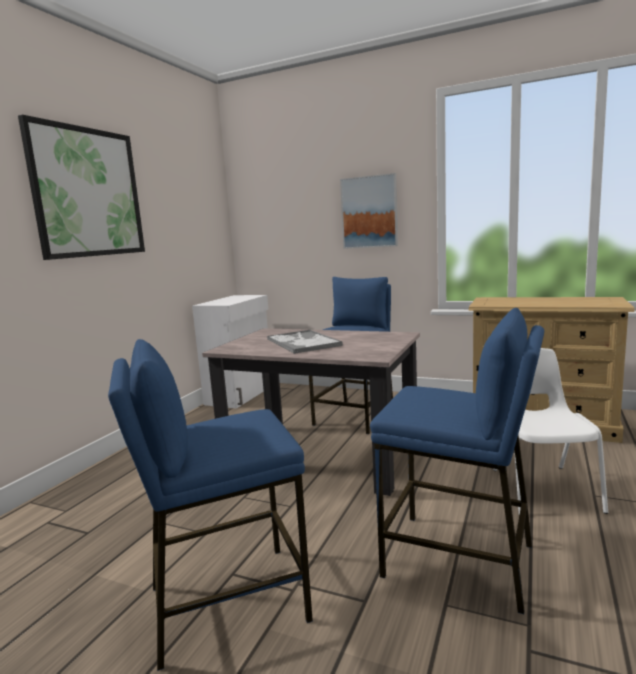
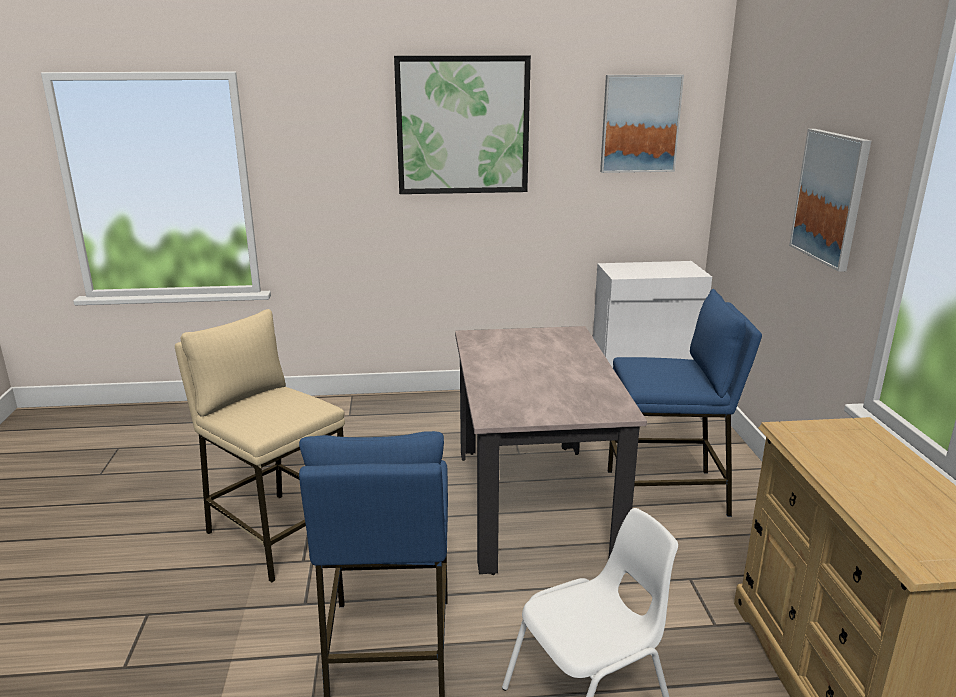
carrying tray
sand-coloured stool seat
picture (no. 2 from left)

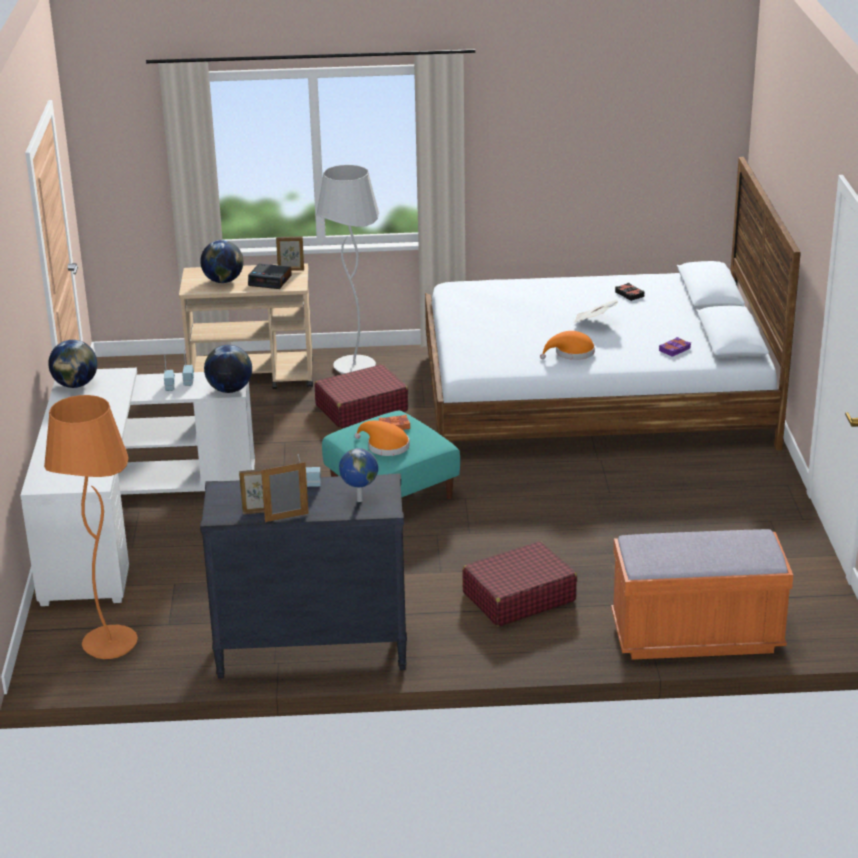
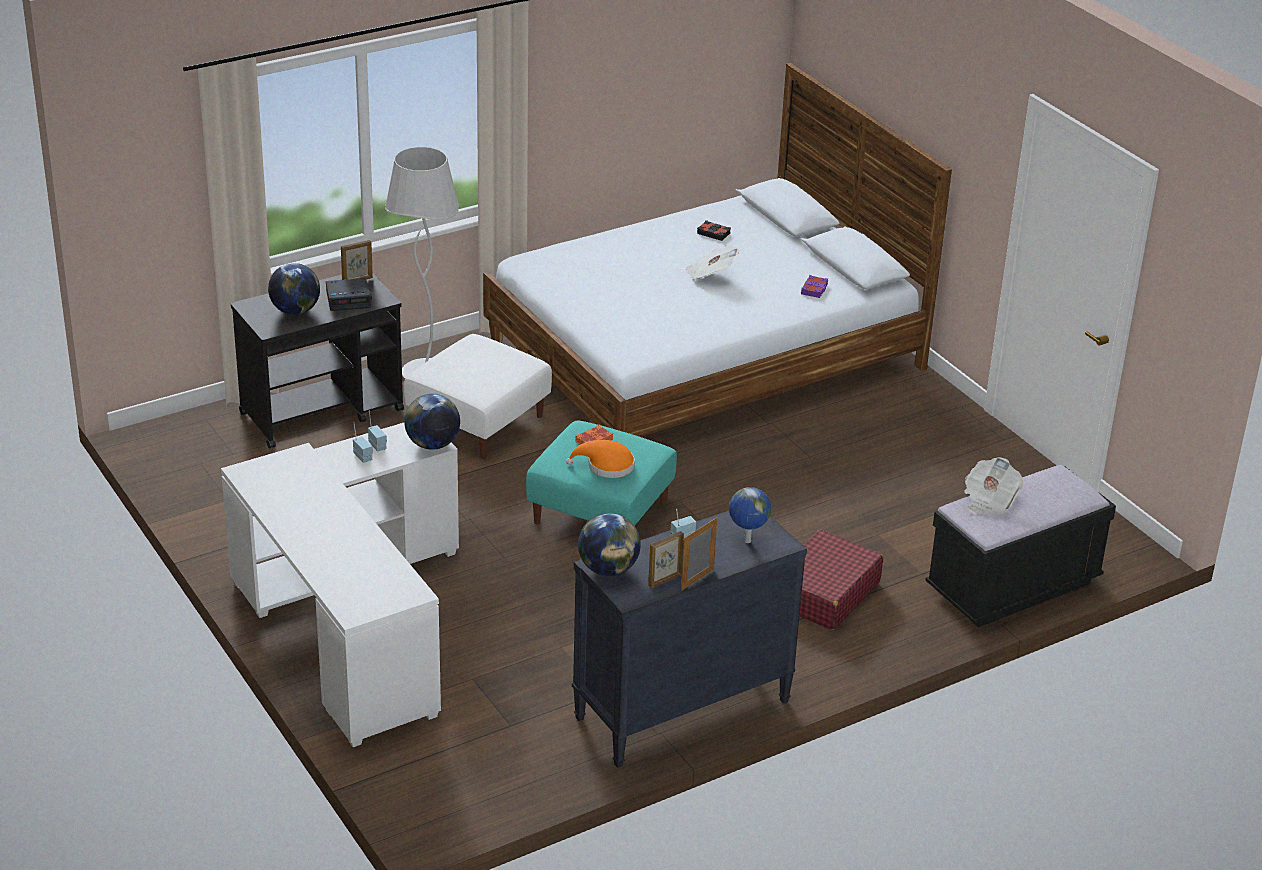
blackish trolley
orange-coloured clothing hat (no. 2 from left in the first image)
desk globe (no. 3 from left)
white ottoman
orange-coloured standing lamp
blackish indoor bench
printed paper (no. 2 from left)

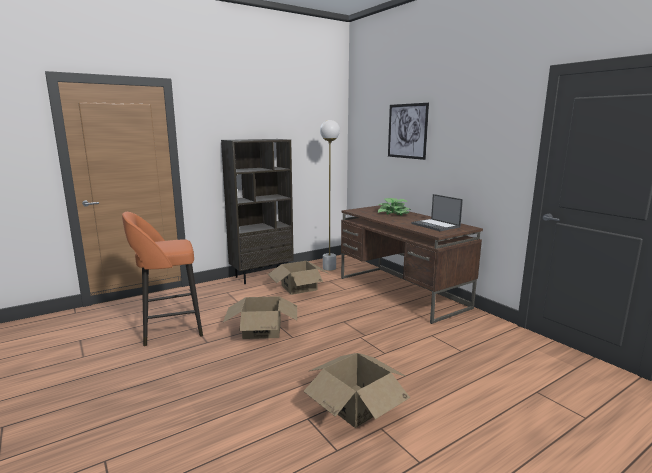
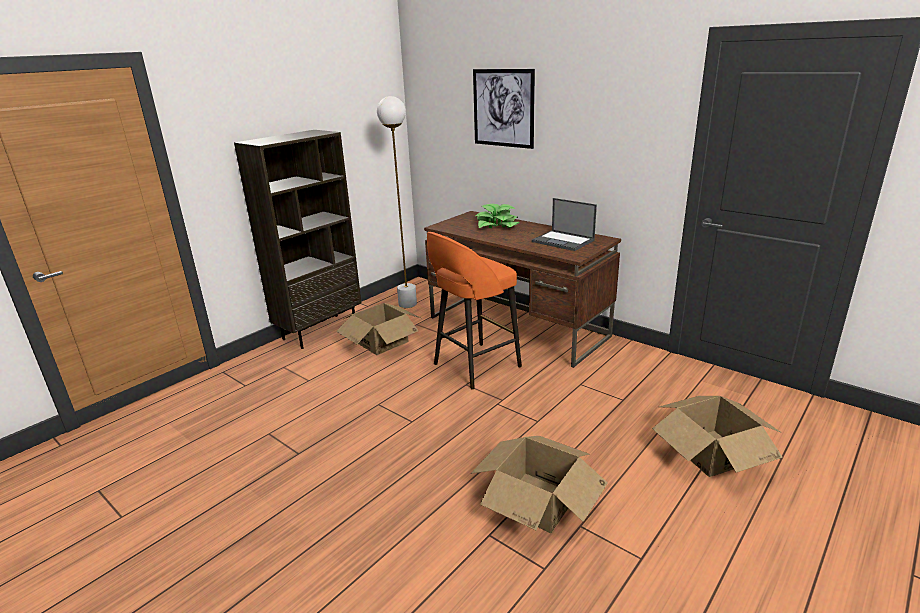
orange-coloured stool seat
packing box (no. 3 from left)

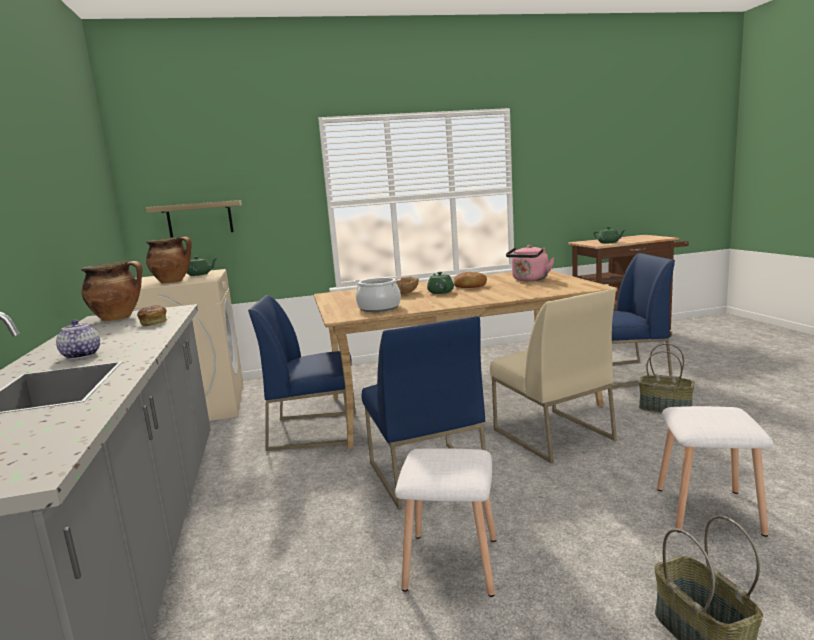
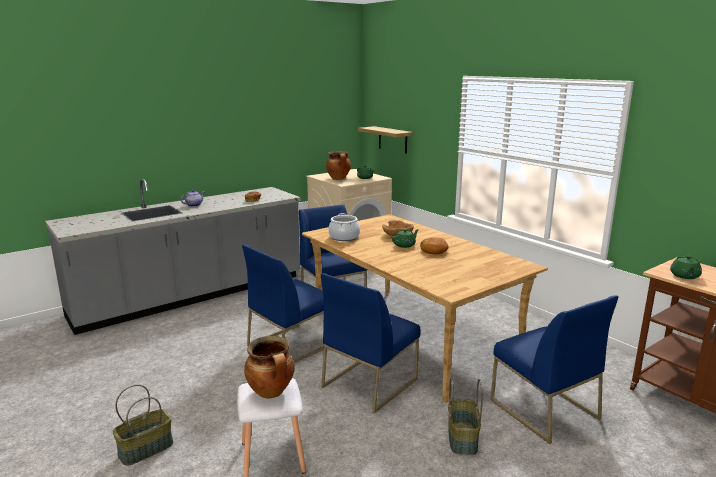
pinkish tea kettle
stockpot (no. 1 from left)
blue plain chair (no. 3 from left)
white stool seat (no. 1 from left in the first image)

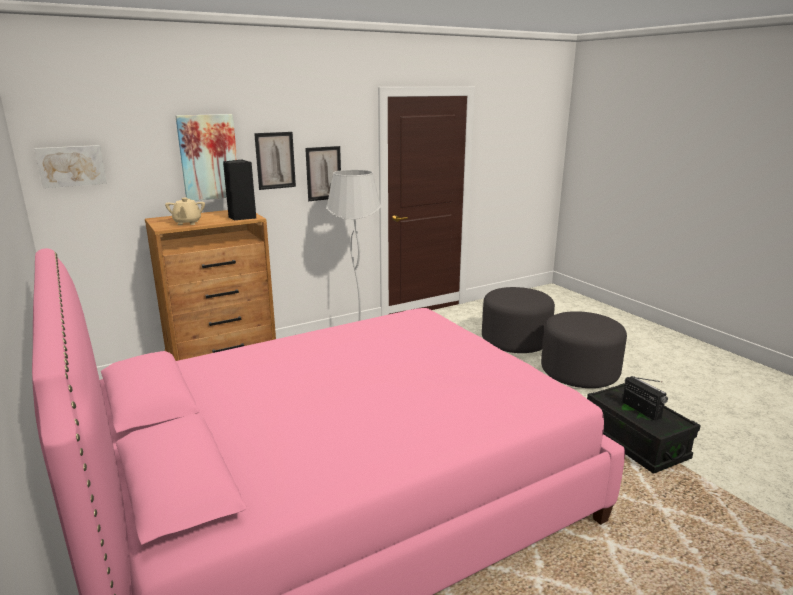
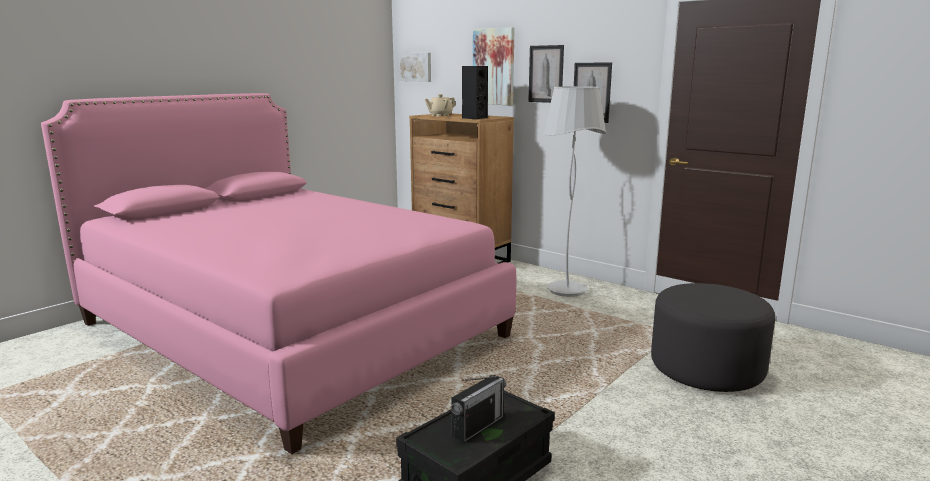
gray ottoman (no. 2 from left in the first image)

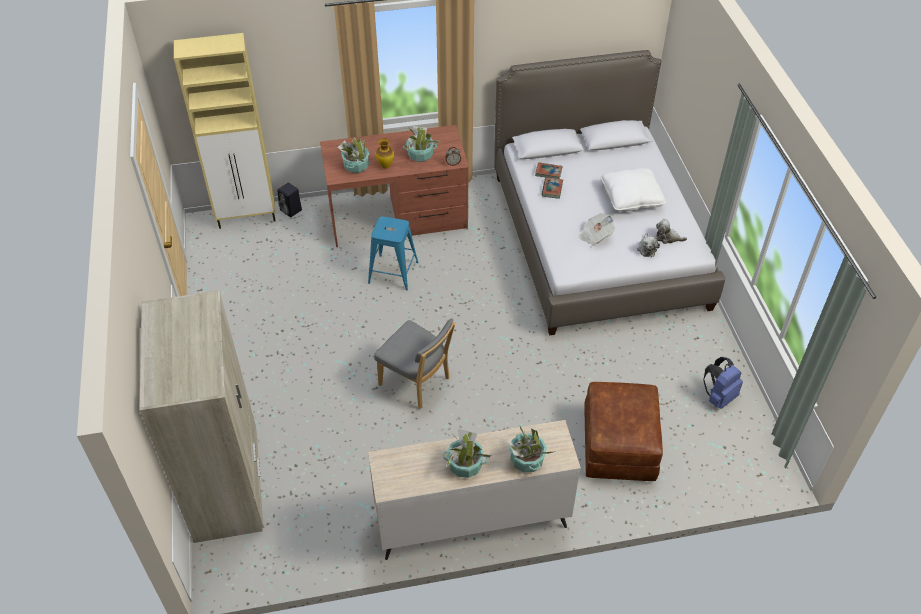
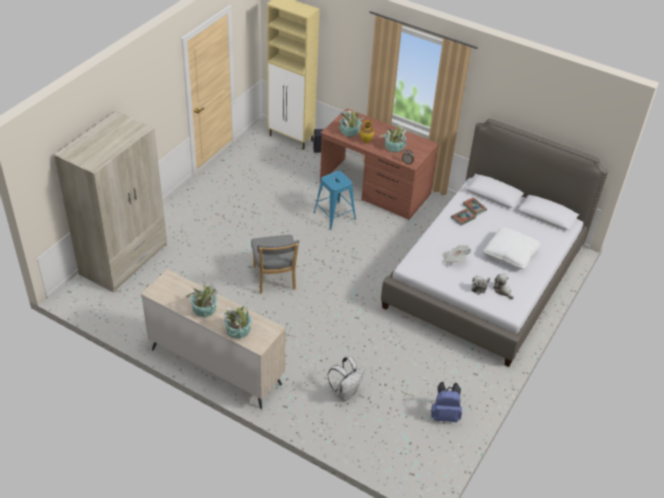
white knapsack

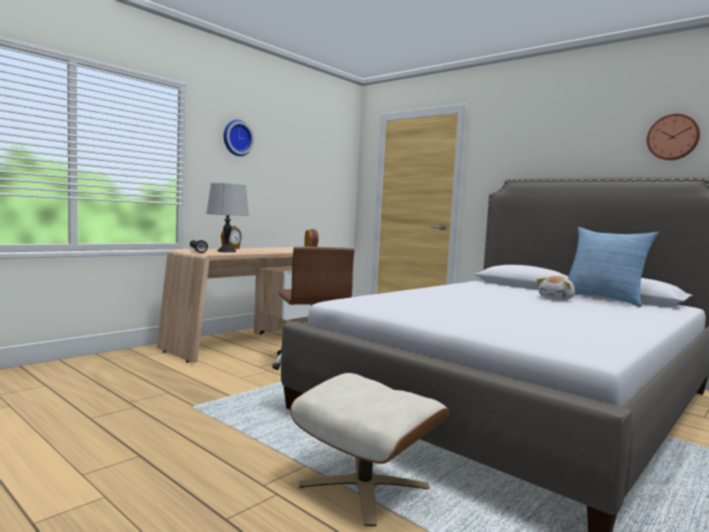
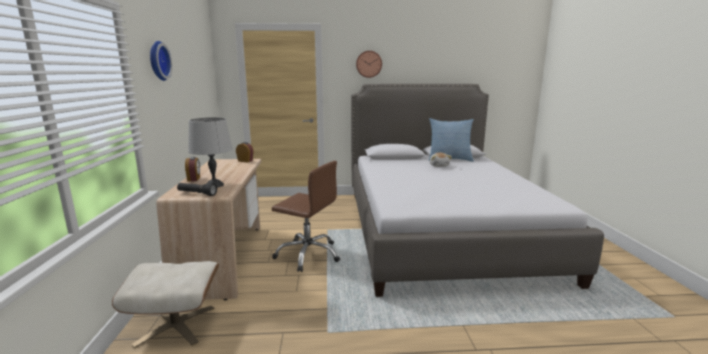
clock on the wall (no. 2 from left)
sand-coloured ottoman

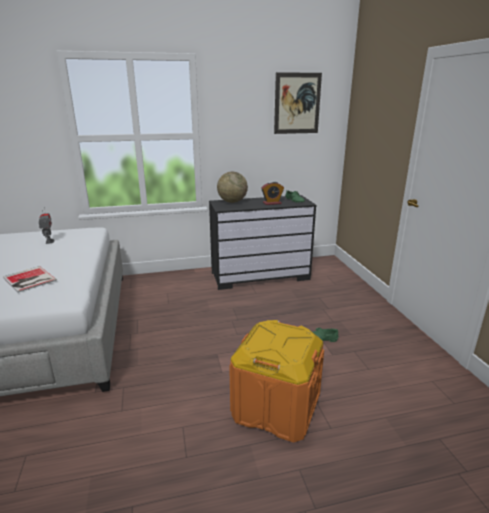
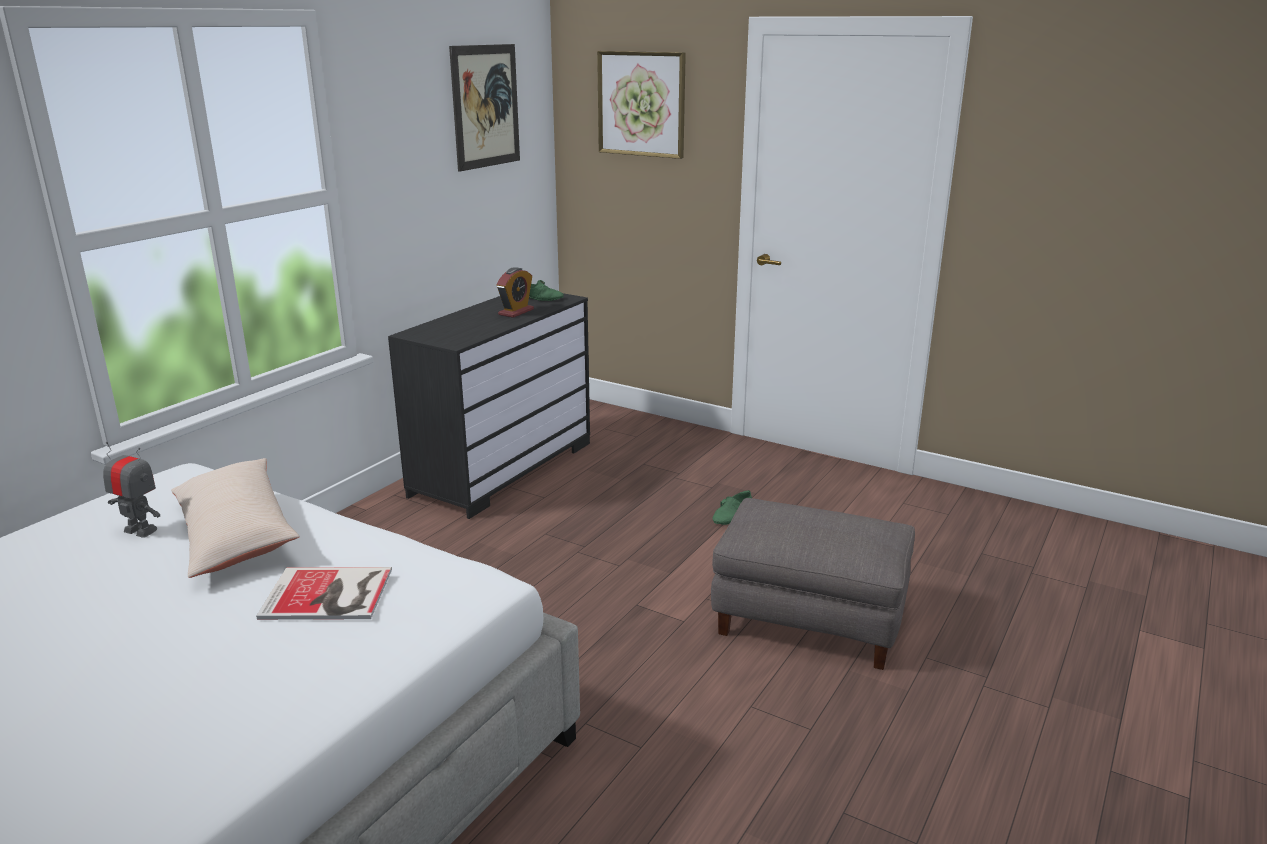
desk globe
gray ottoman
picture (no. 2 from left)
sand-coloured pillow

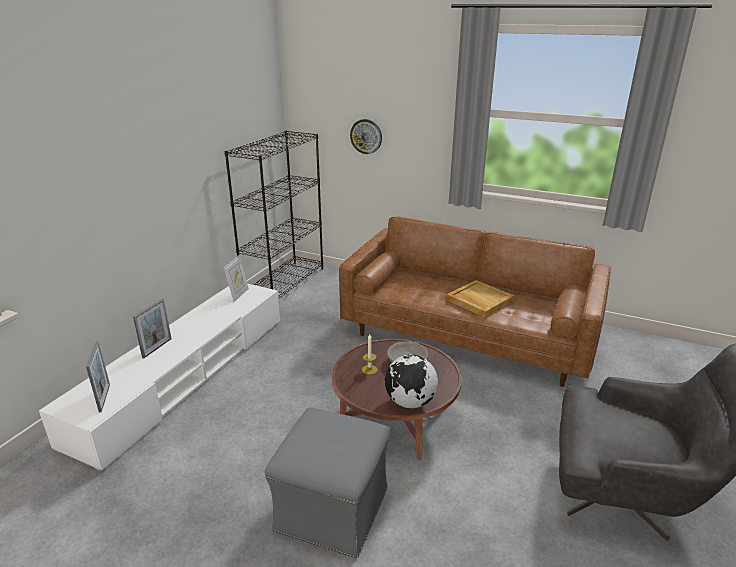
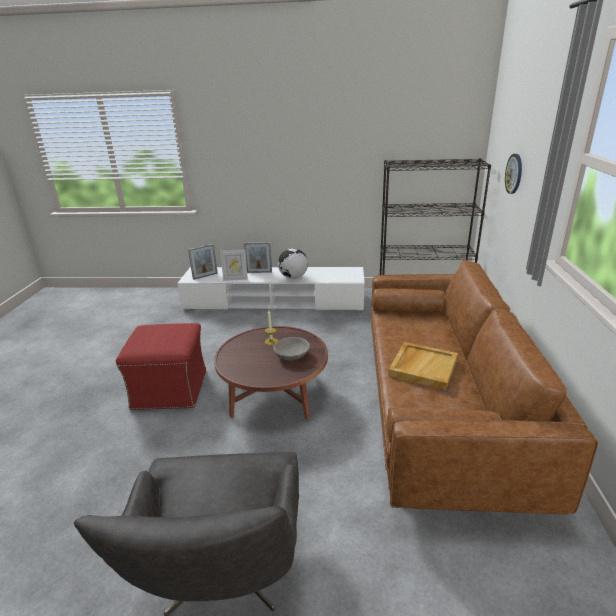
photo frame (no. 2 from left)
desk globe
red ottoman

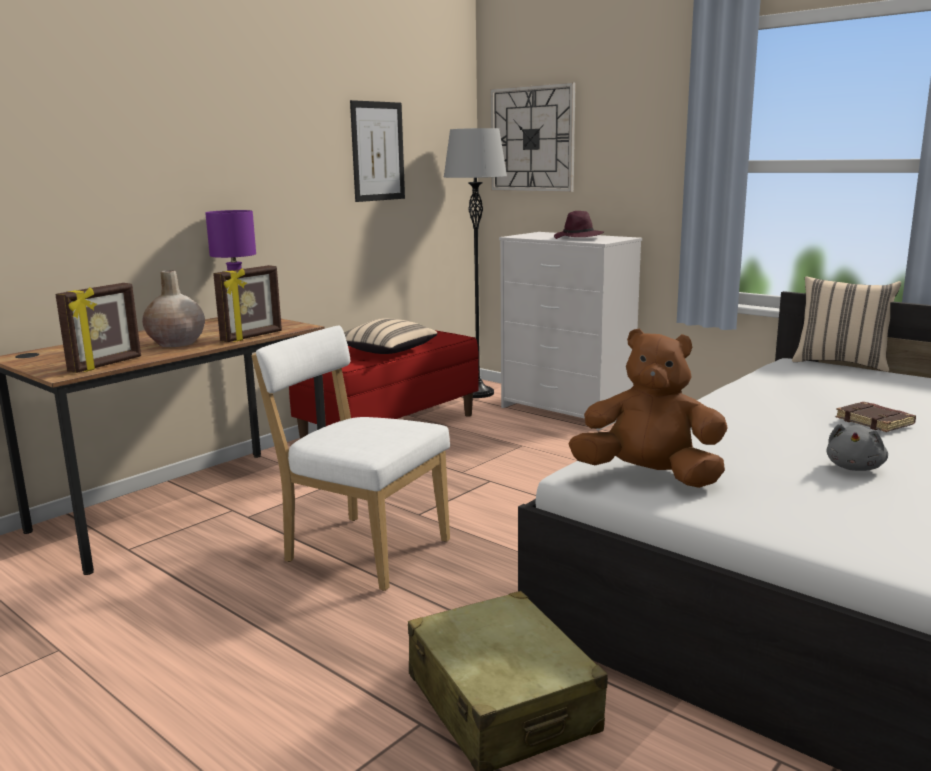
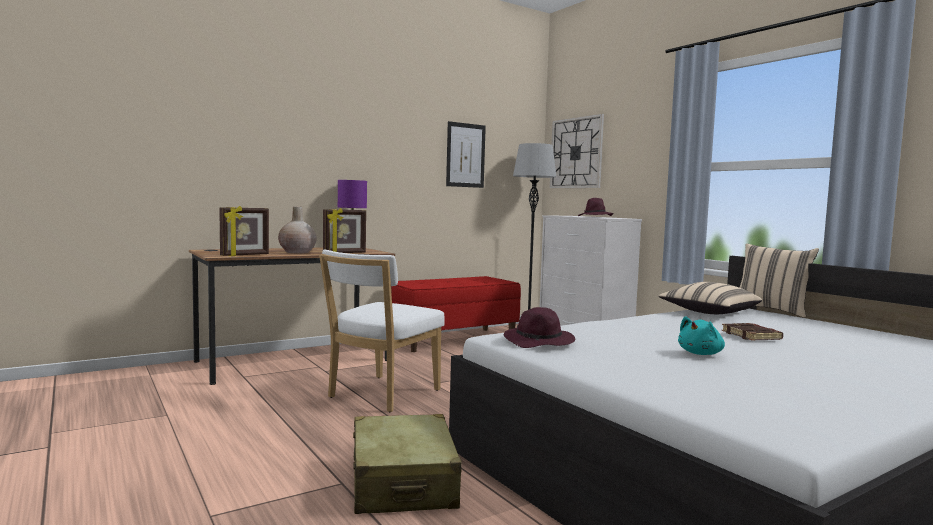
sand-coloured pillow (no. 1 from left)
white plain chair
purple-coloured clothing hat (no. 1 from left)
turquoise-coloured plush toy

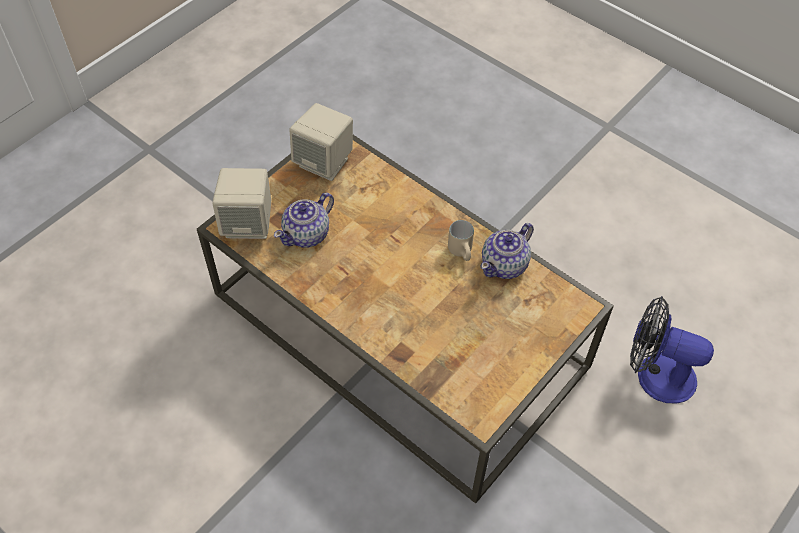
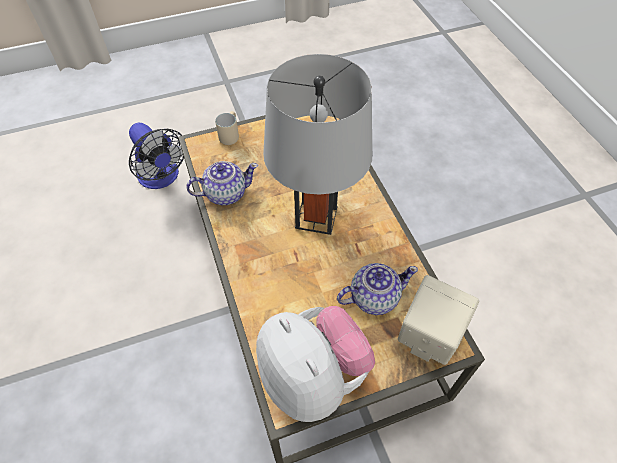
plush toy
sand-coloured tea mug
gray table lamp

